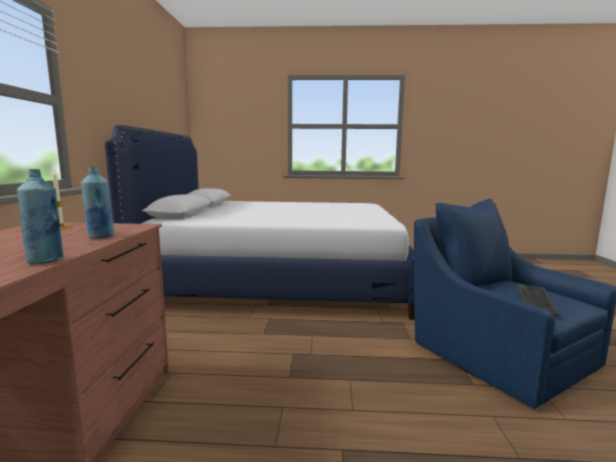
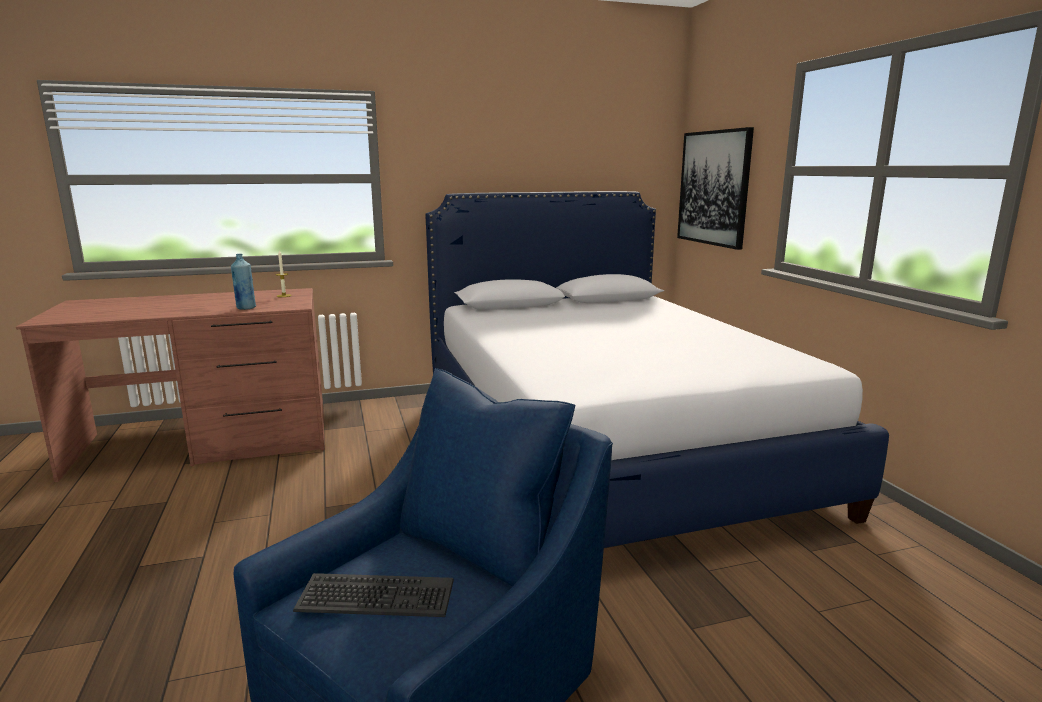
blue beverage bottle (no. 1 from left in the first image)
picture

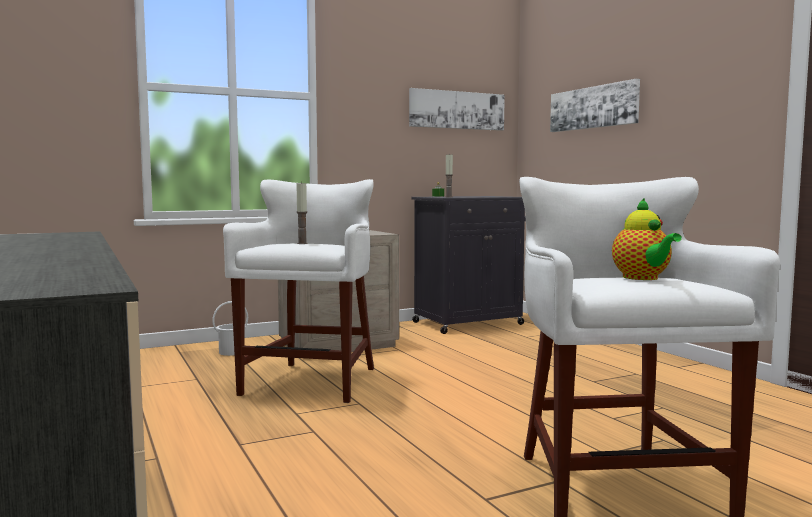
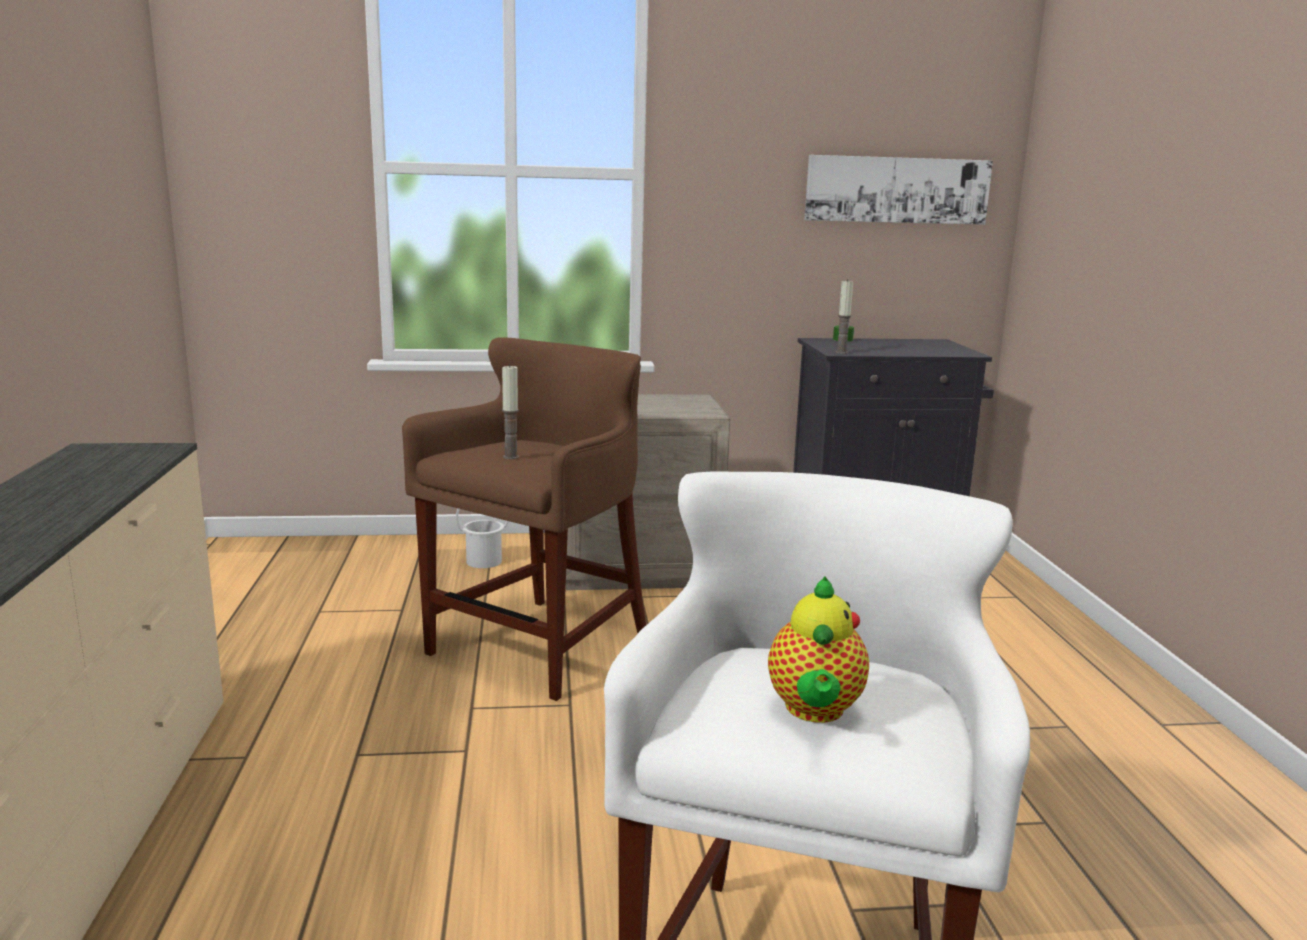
picture (no. 2 from left in the first image)
brown-coloured stool seat

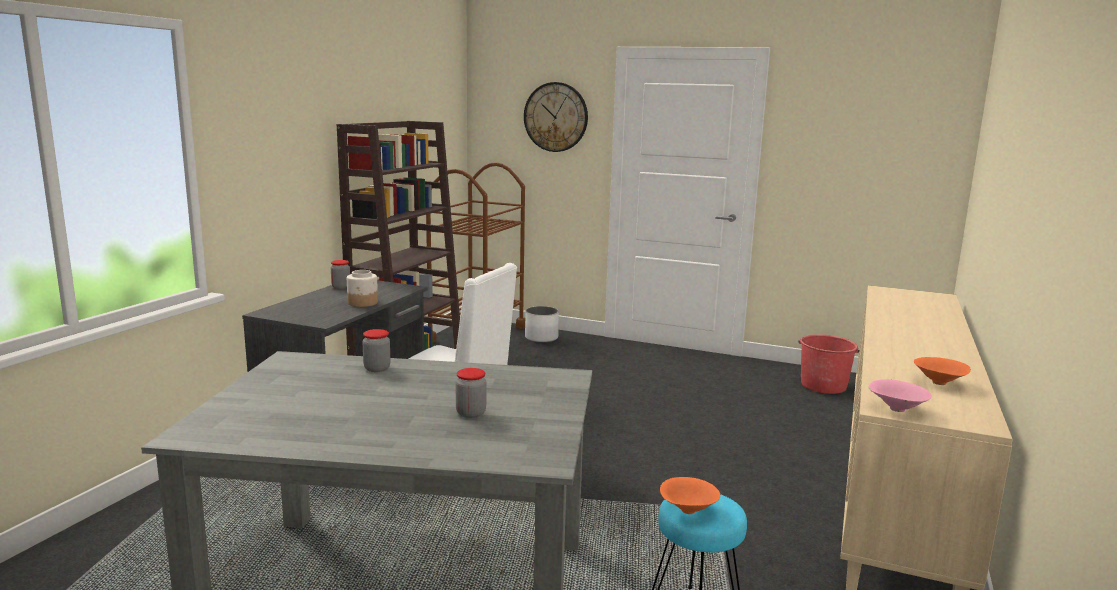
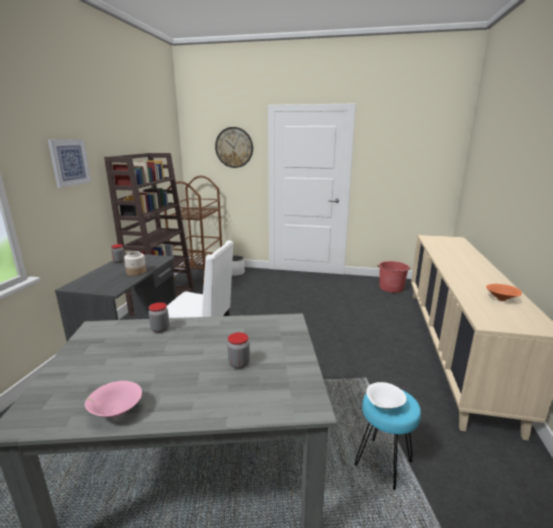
pinkish bowl
white bowl
picture

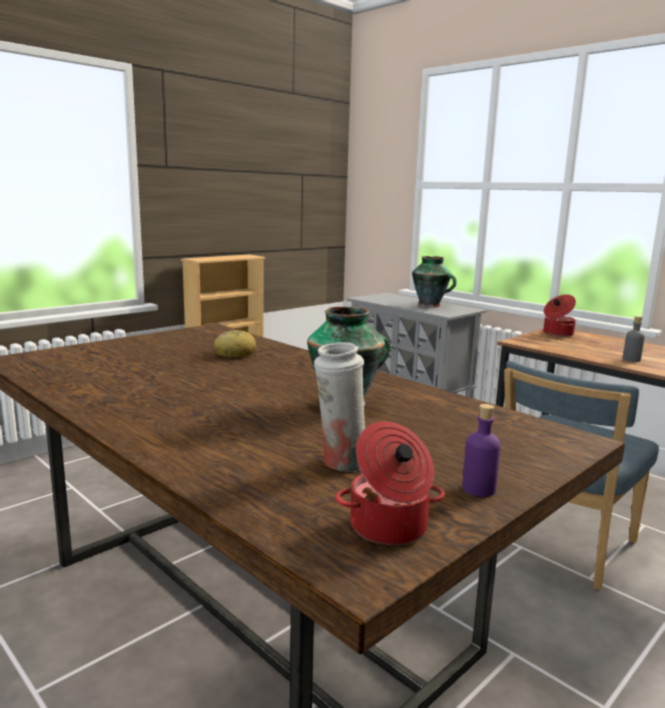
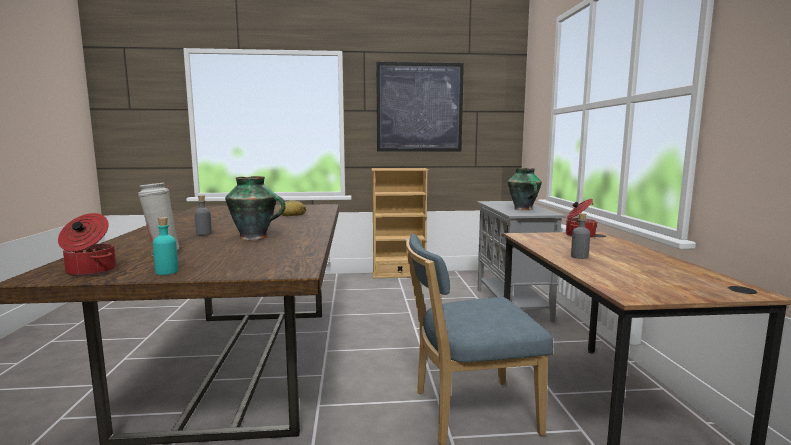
turquoise-coloured beverage bottle
picture
gray beverage bottle (no. 1 from left)

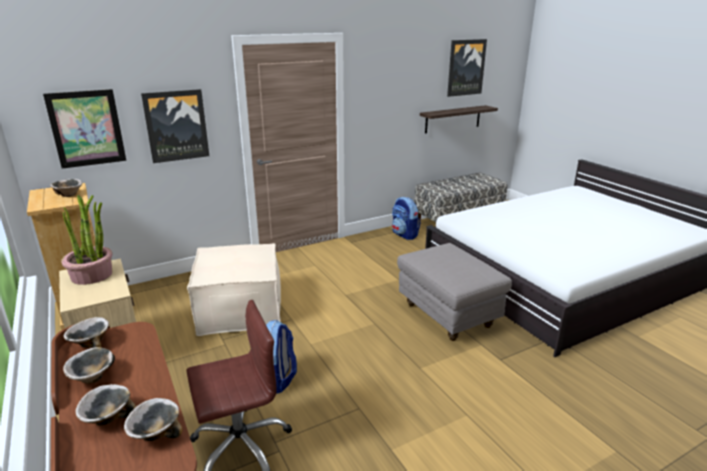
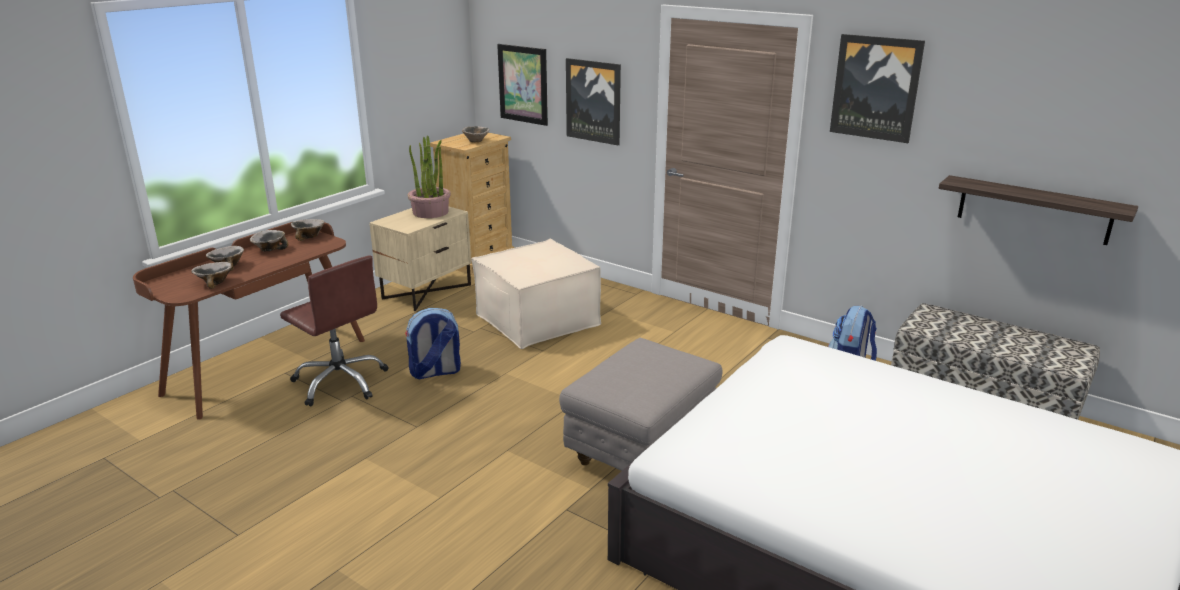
picture (no. 3 from left)

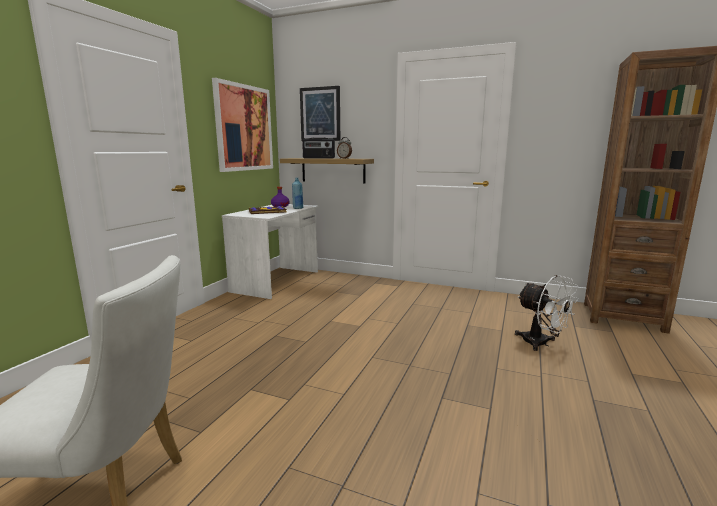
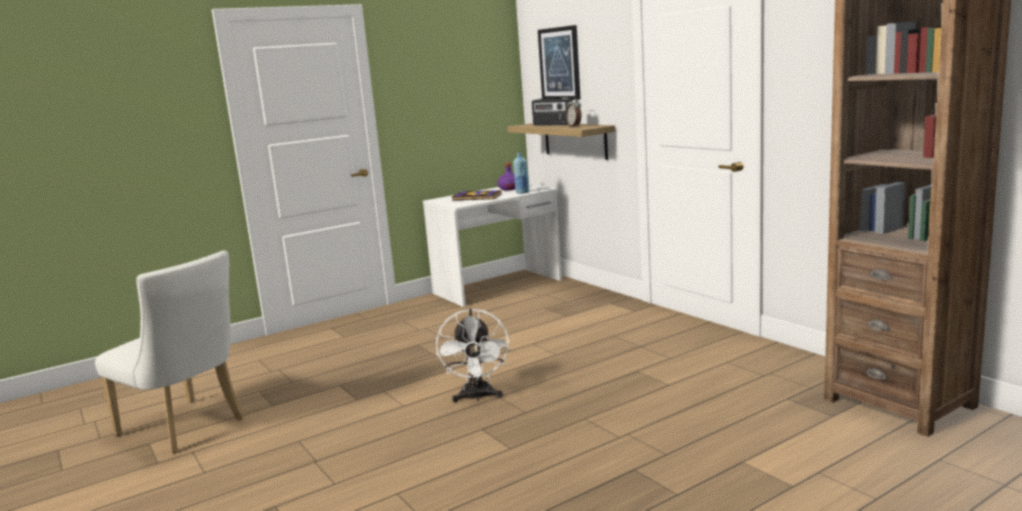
picture (no. 1 from left in the first image)
white fan

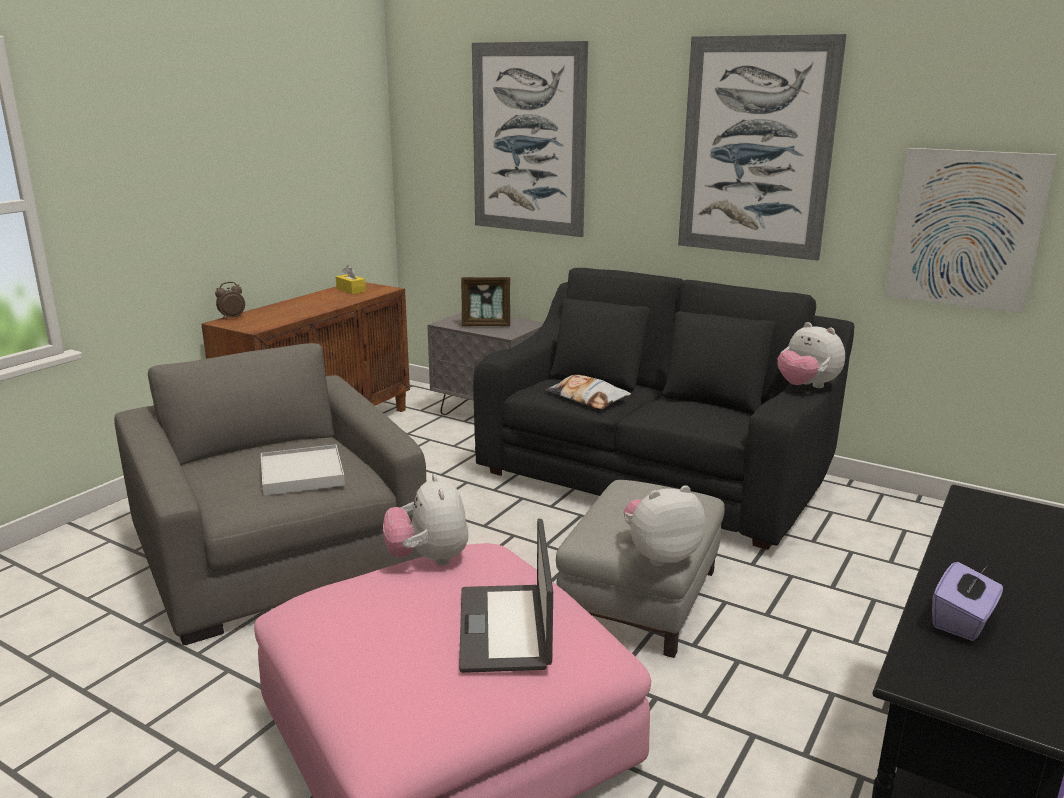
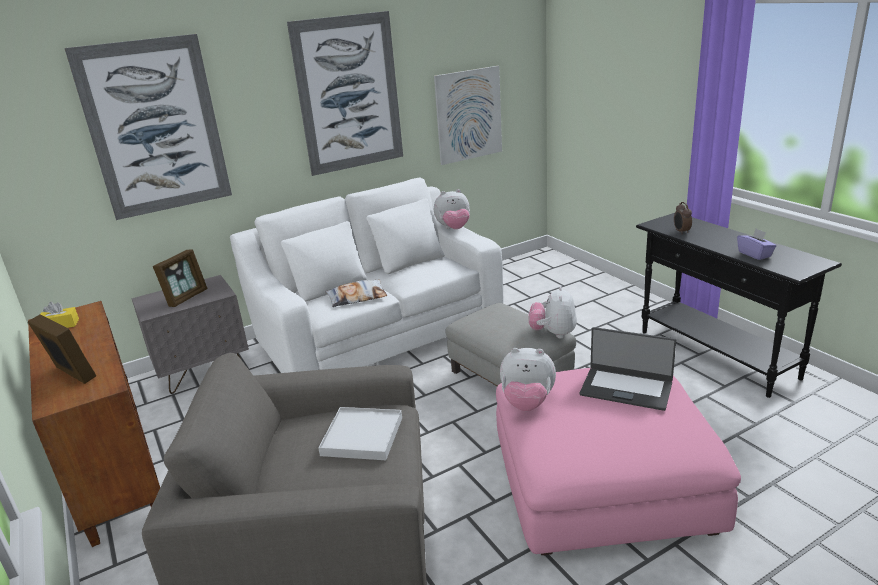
white couch
alarm clock
photo frame (no. 1 from left)

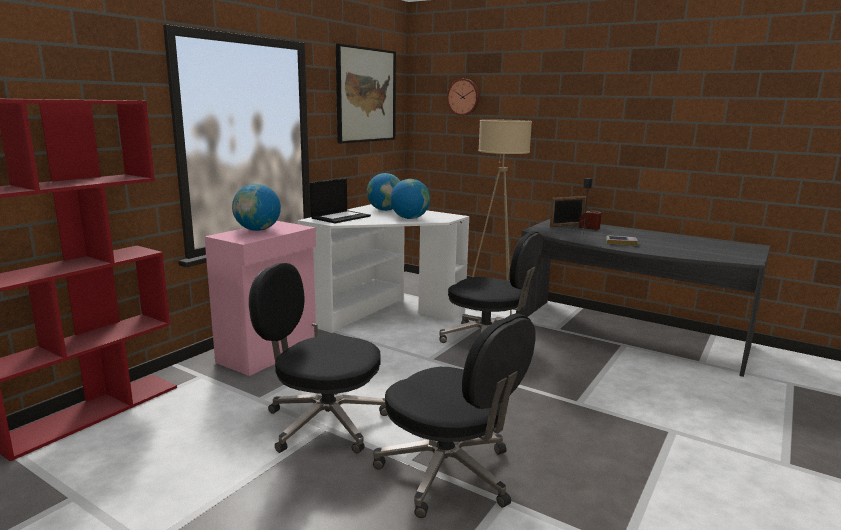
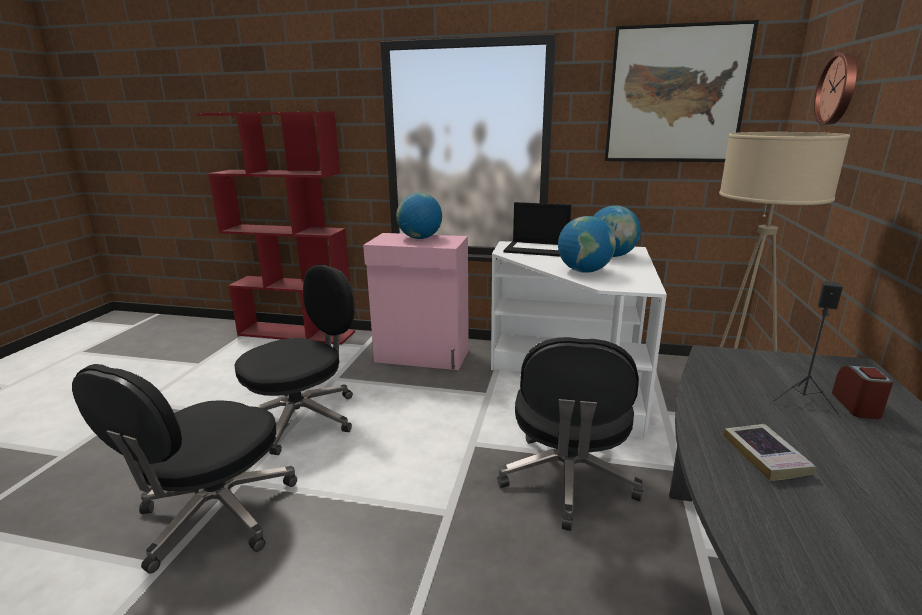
photo frame
blackish desk chair (no. 2 from left)

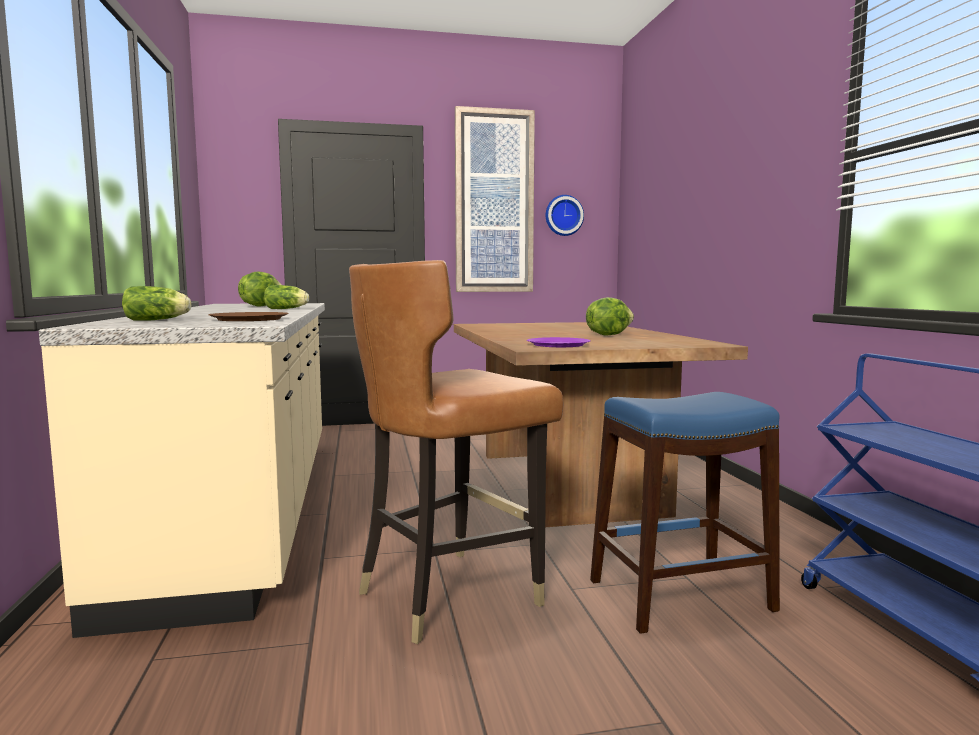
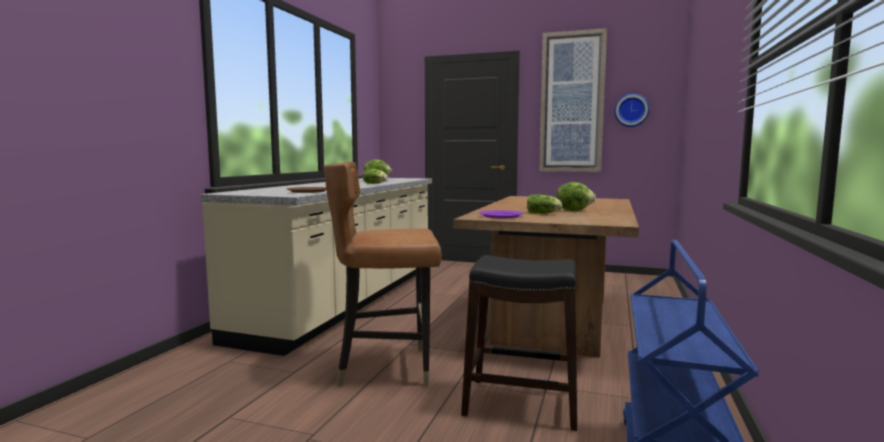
lettuce head (no. 3 from left)
blackish stool seat

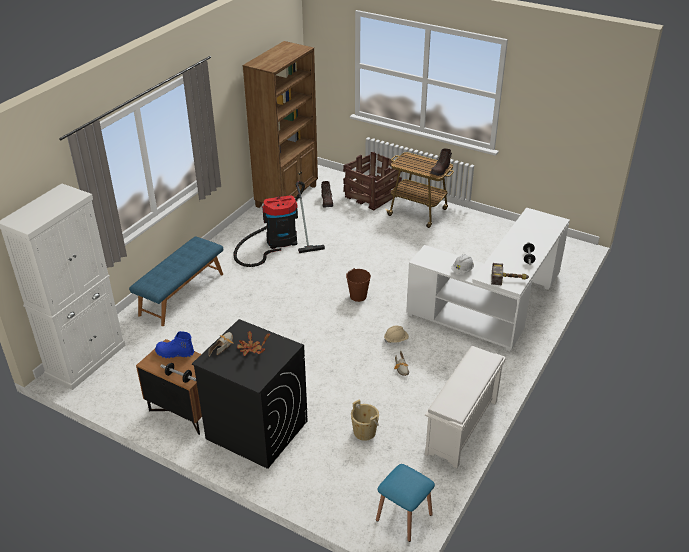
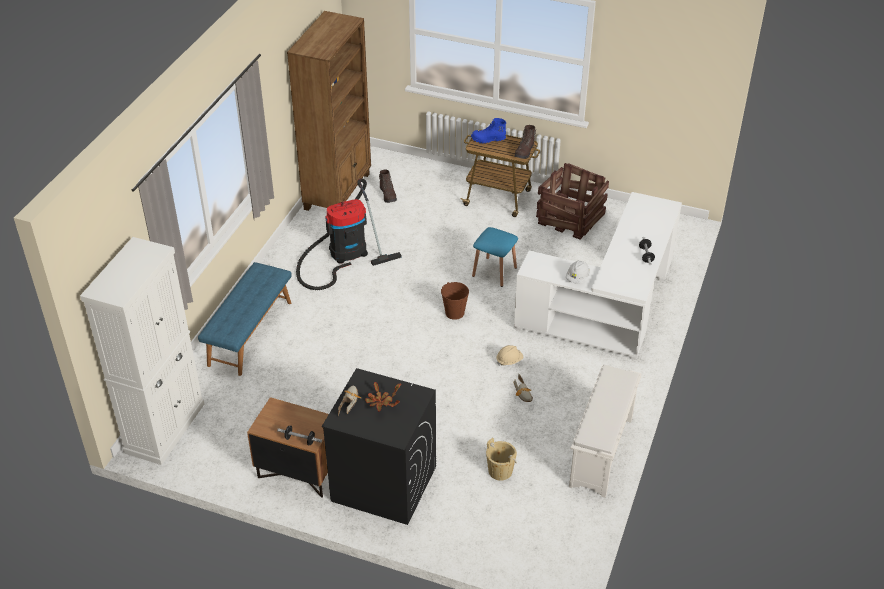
shipping crate
hand hammer
blue boot
blue stool seat

